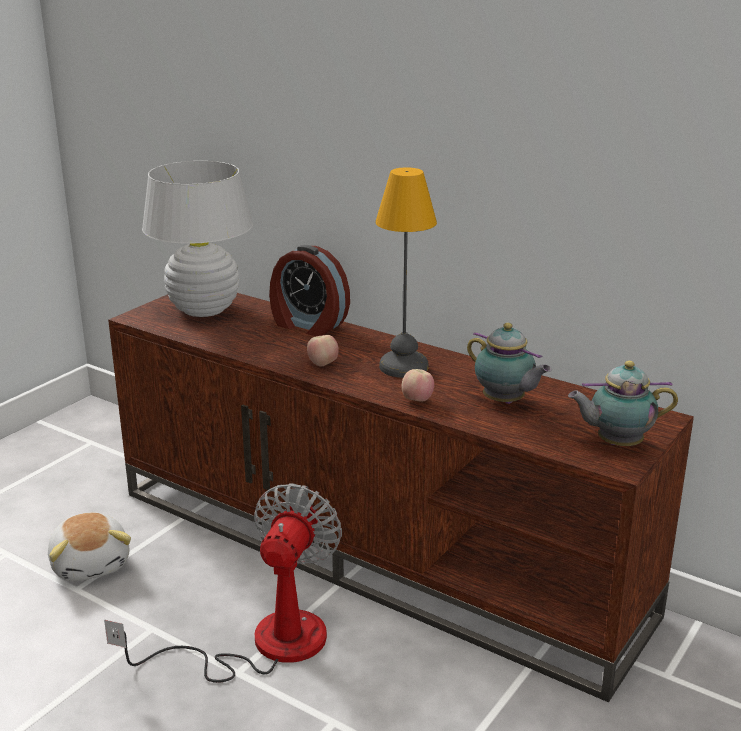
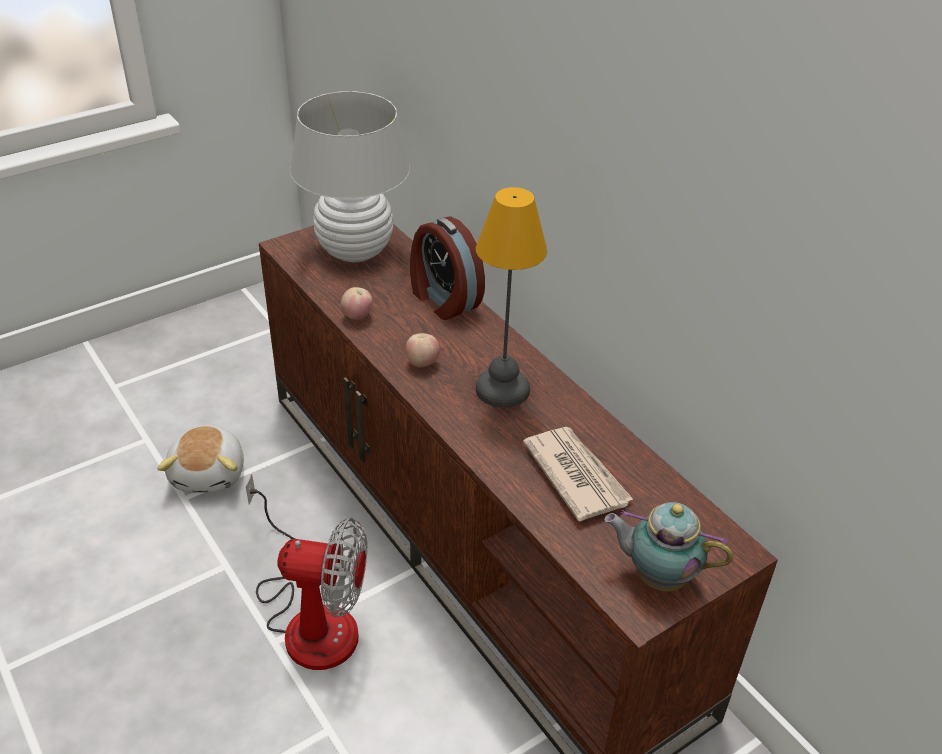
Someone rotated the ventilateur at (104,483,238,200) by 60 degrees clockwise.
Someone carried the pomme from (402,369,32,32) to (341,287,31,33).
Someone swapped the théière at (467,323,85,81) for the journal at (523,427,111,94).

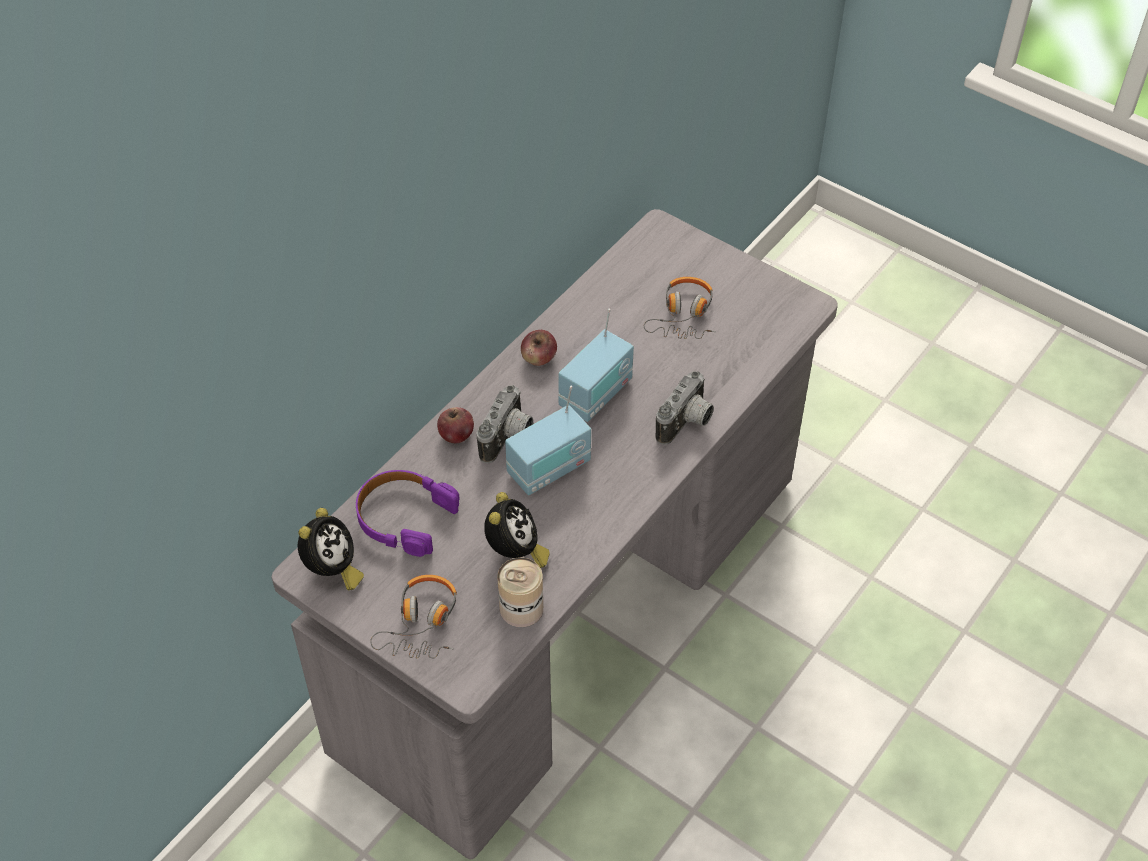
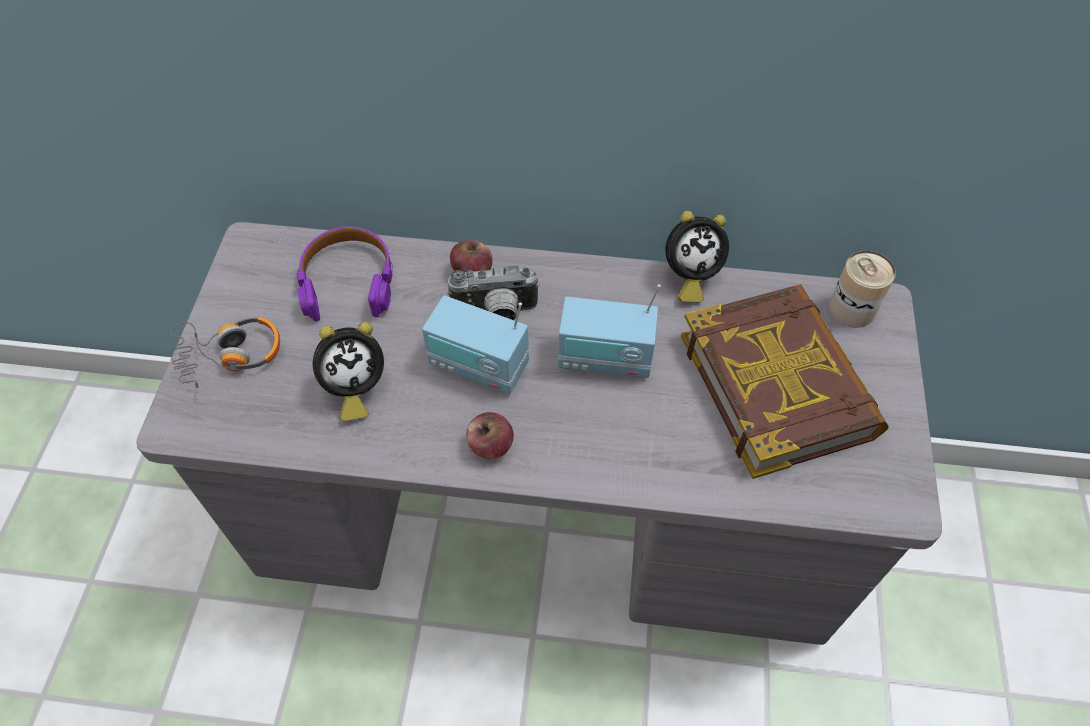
Someone carried the réveil from (298,508,66,82) to (665,211,64,91).
Someone carried the boîte métallique from (497,558,46,69) to (829,251,67,77).
Someone carried the pomme from (521,330,36,36) to (466,412,48,47).
Someone swapped the casque audio at (644,277,72,62) for the livre at (681,284,208,195).
Someone took away the appareil photo at (656,371,58,74).

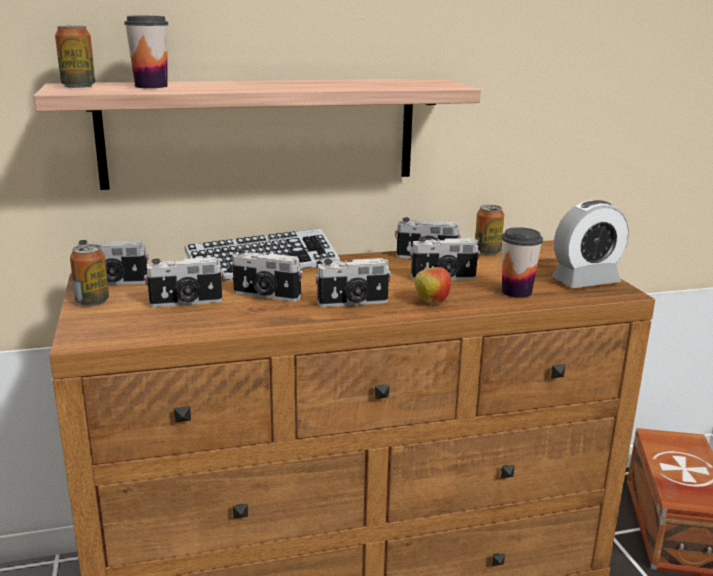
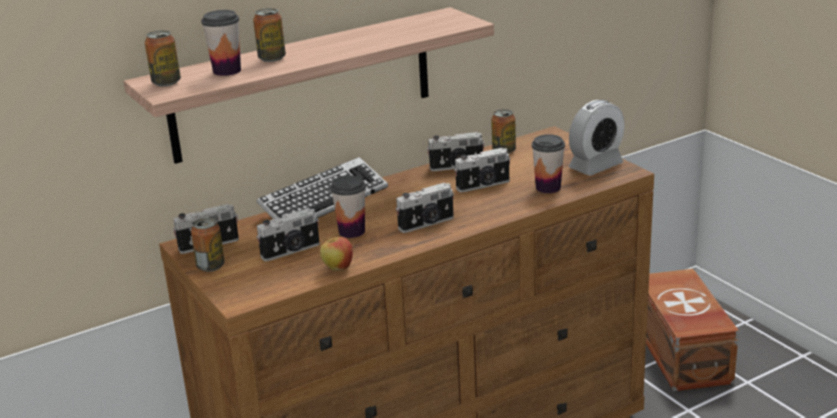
Someone swapped the appareil photo at (231,248,72,54) for the tasse at (330,175,36,63).
Someone carried the pomme from (415,264,36,40) to (320,237,33,34).
Someone put down the boîte métallique at (253,8,33,54).

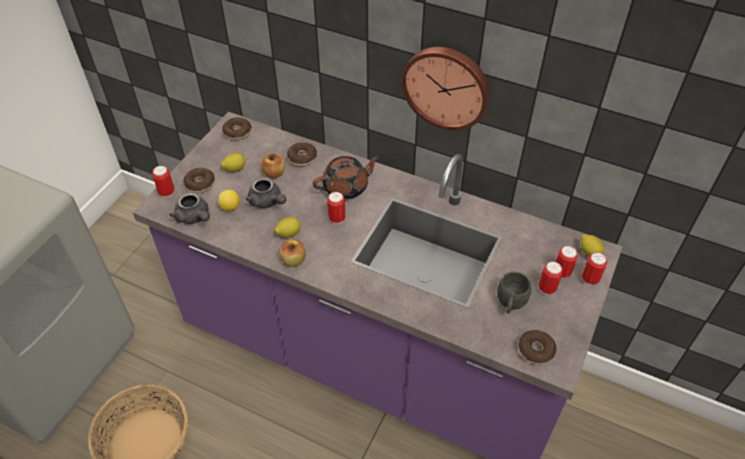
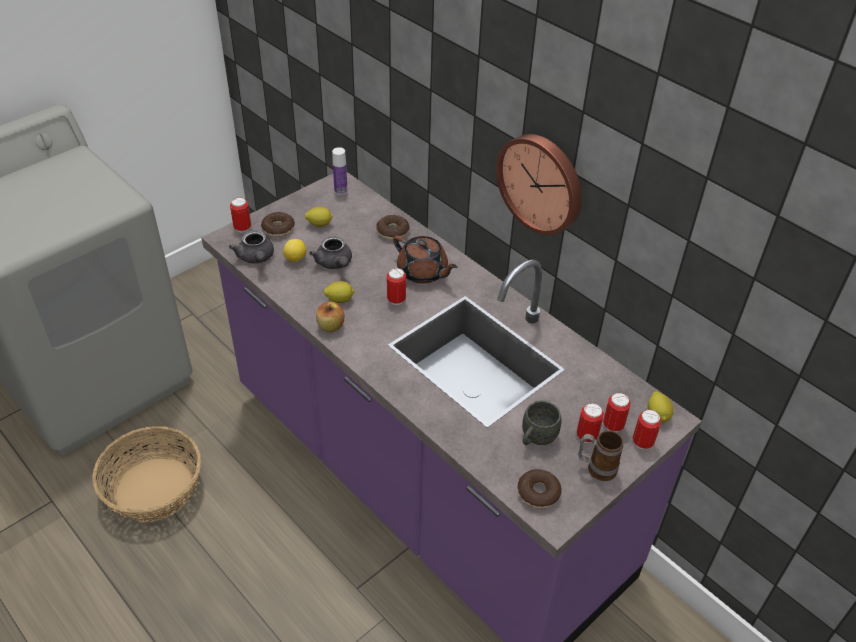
Someone swapped the beignet at (222,117,30,23) for the bouteille at (332,147,16,48).
Someone took away the pomme at (261,153,24,25).
Someone rotated the théière (marron) at (313,155,67,44) by 45 degrees clockwise.
Someone put down the mug at (578,430,46,51).

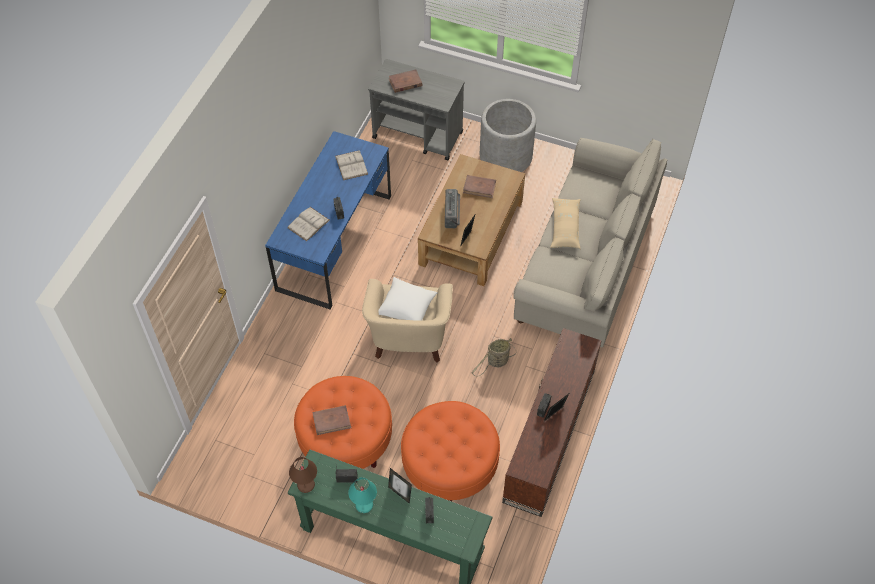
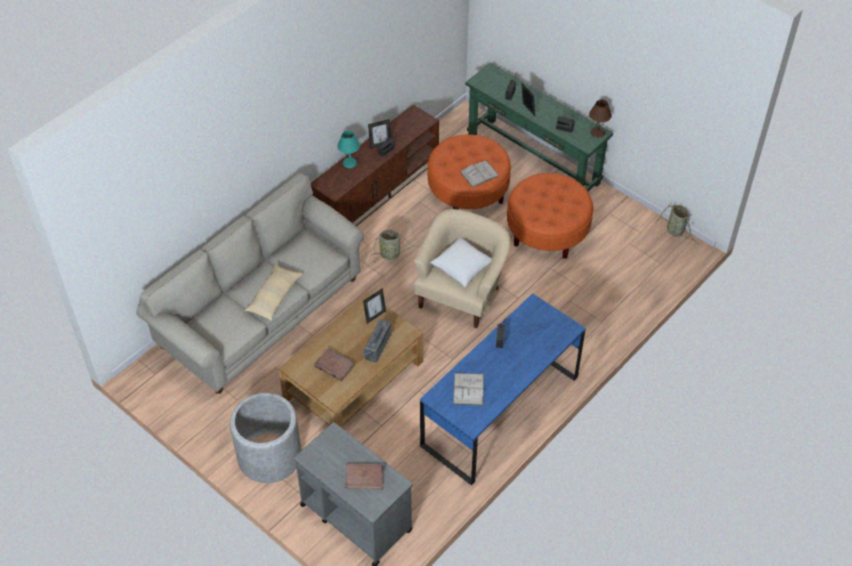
Someone carried the livre (blanc) from (287,207,43,34) to (460,161,39,27).
Someone took away the livre (marron) at (312,405,39,30).
Someone carried the lampe de table (turquoise) from (348,477,29,36) to (337,131,23,37).
Someone put down the panier at (655,205,44,39).

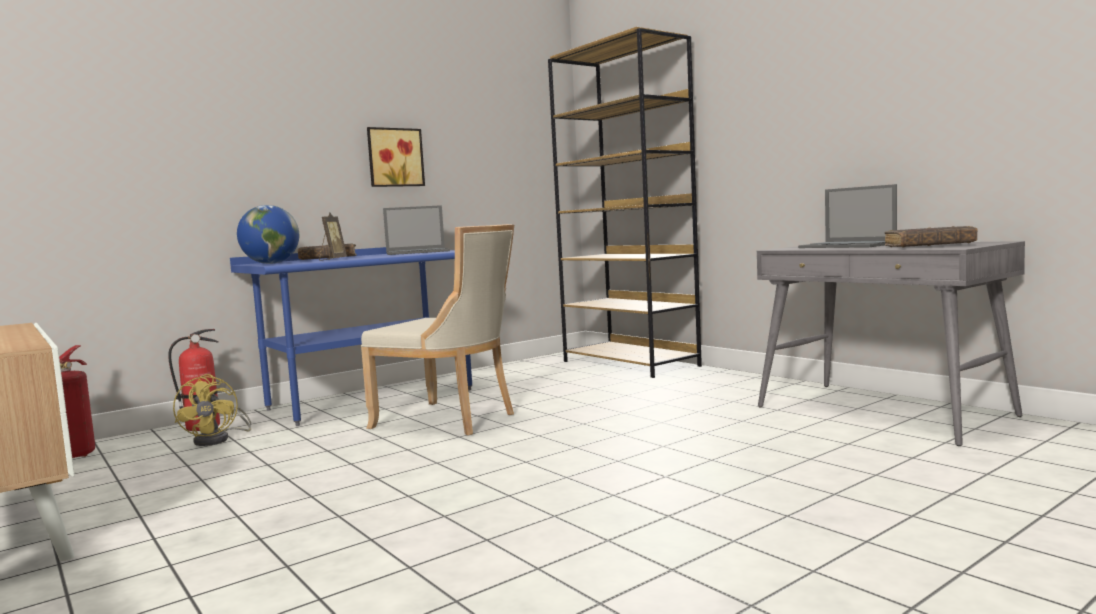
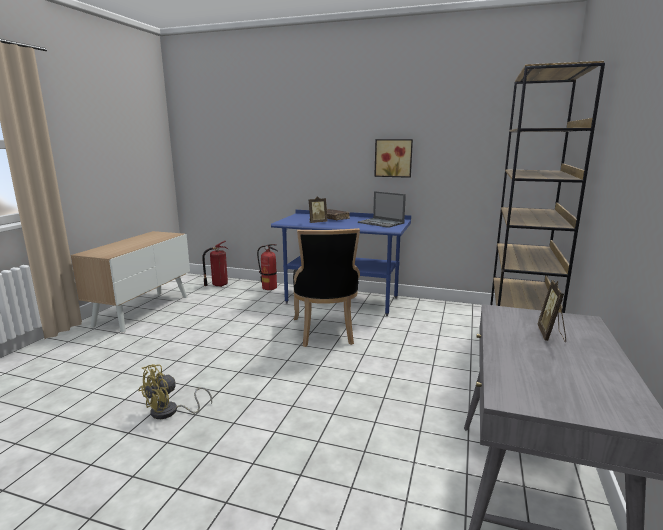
Someone carried the ventilateur (jaune) from (173,374,78,72) to (139,364,73,55).
Someone took away the globe at (237,205,62,59).
Someone repainted the chaise (beige) at (361,224,153,211), which became the chaise (noir) at (293,228,67,119).
Someone swapped the ordinateur portable at (798,184,99,64) for the cadre photo at (537,280,29,62).
Someone took away the livre (marron) at (884,226,94,21).

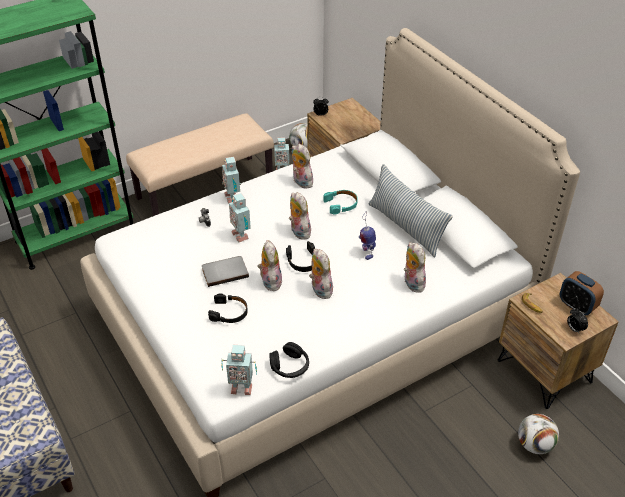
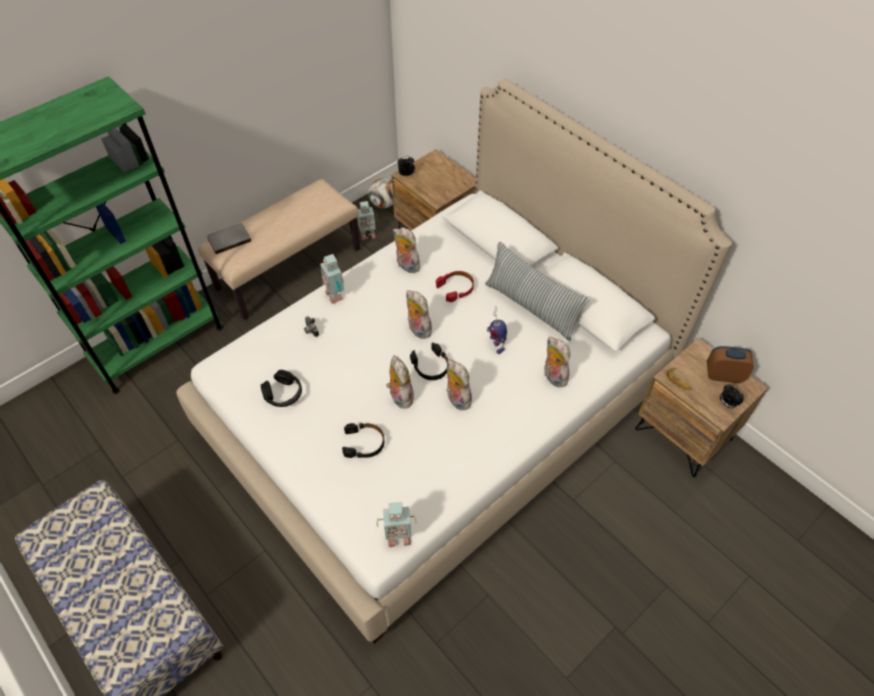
Someone carried the livre (gris) from (202,256,47,31) to (207,223,44,31).
Someone took away the robot jouet at (229,193,22,50).
Someone carried the casque audio (noir) from (269,342,40,36) to (261,370,41,37).
Someone repainted the casque audio (turquoise) at (323,190,35,25), which became the casque audio (rouge) at (436,271,38,31).
Someone took away the ballon de foot at (518,414,41,40).
Someone rotated the réveil at (560,271,44,44) by 150 degrees clockwise.

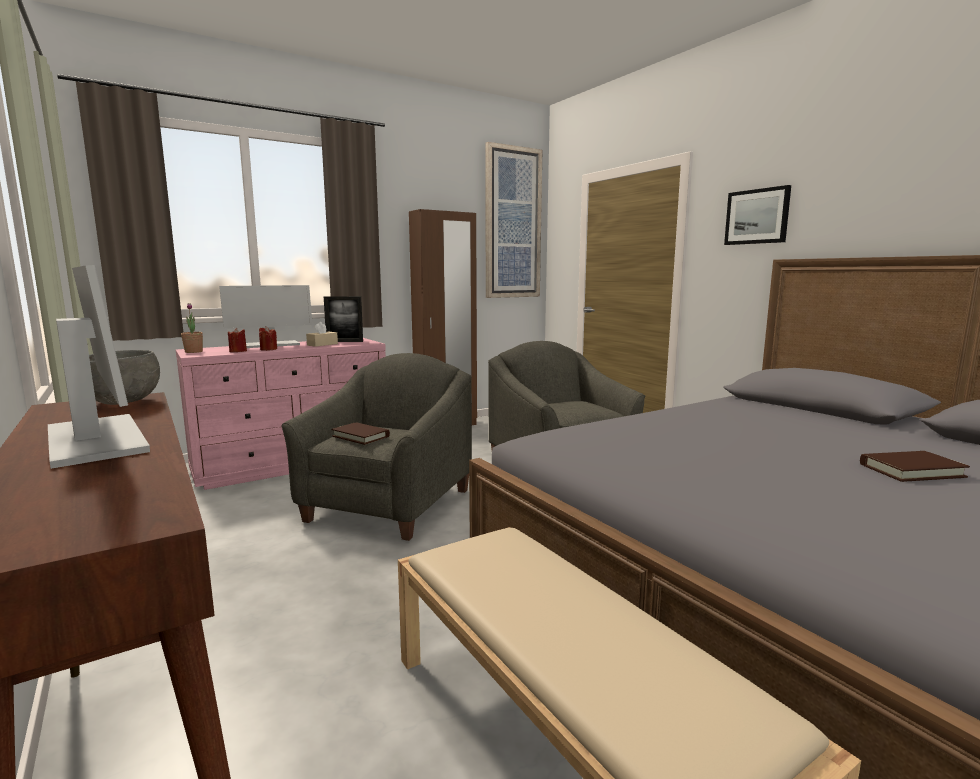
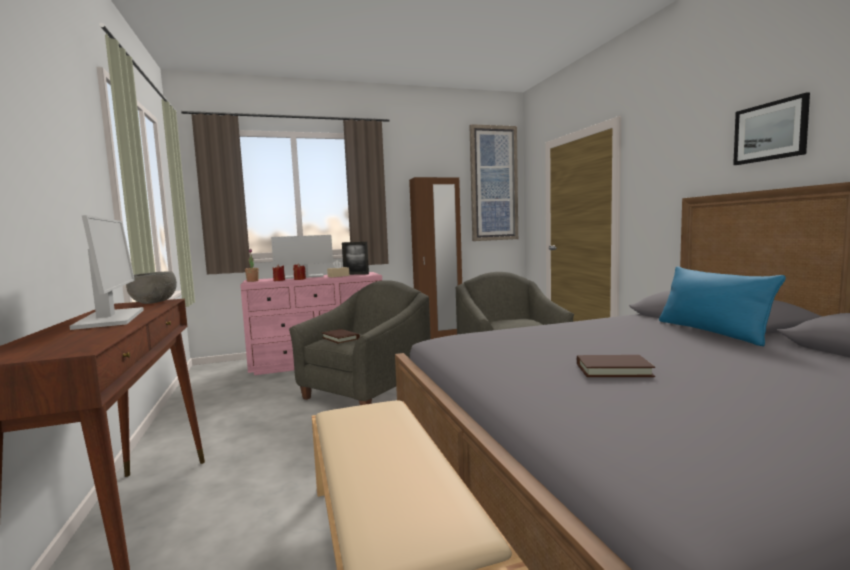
Someone carried the tableau from (724,185,67,60) to (733,92,77,73).
Someone carried the livre (marron) from (860,451,110,31) to (577,355,78,22).
Someone put down the coussin (bleu) at (659,266,127,80).

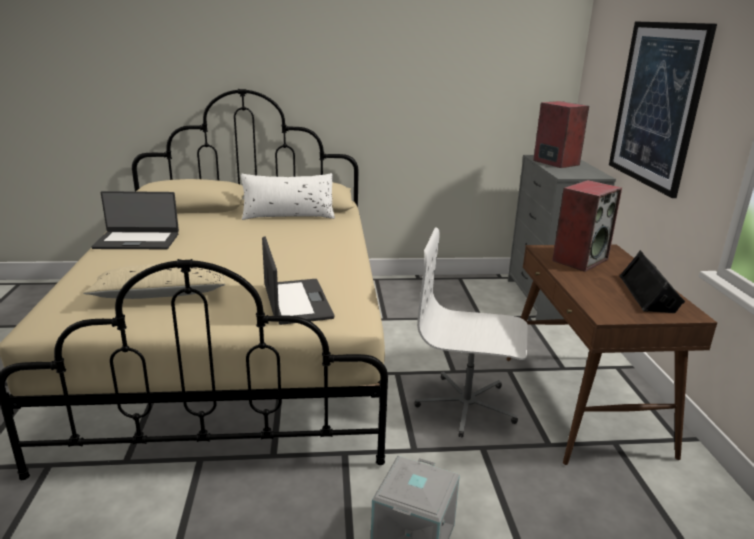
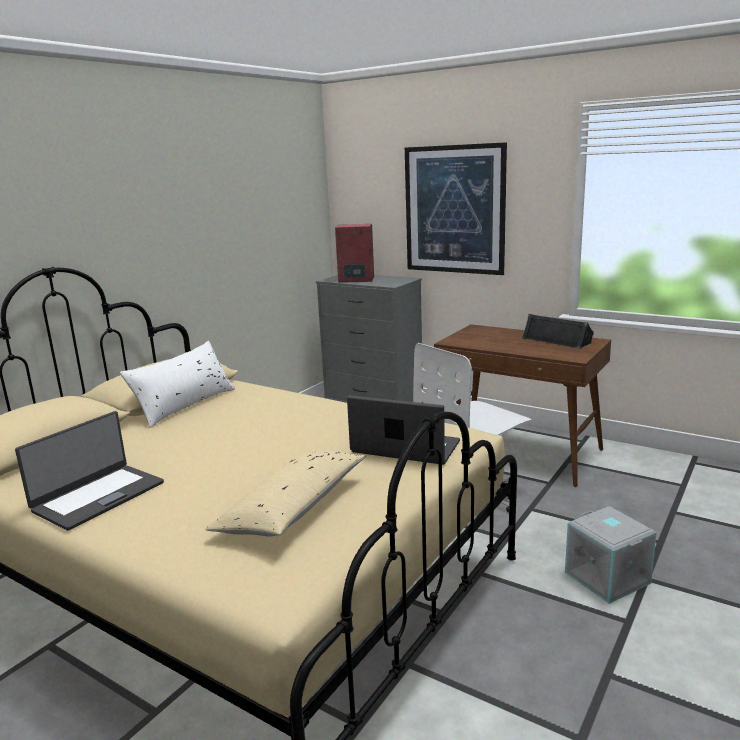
Someone took away the enceinte at (552,180,70,92).

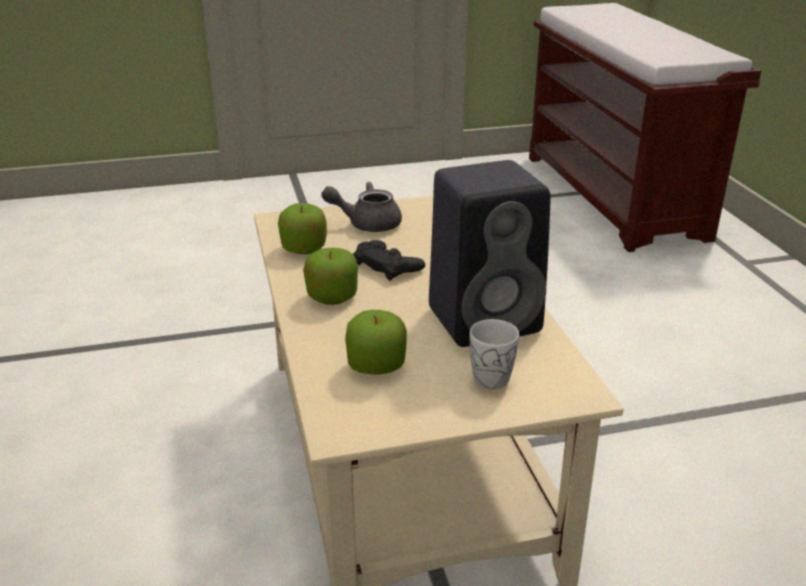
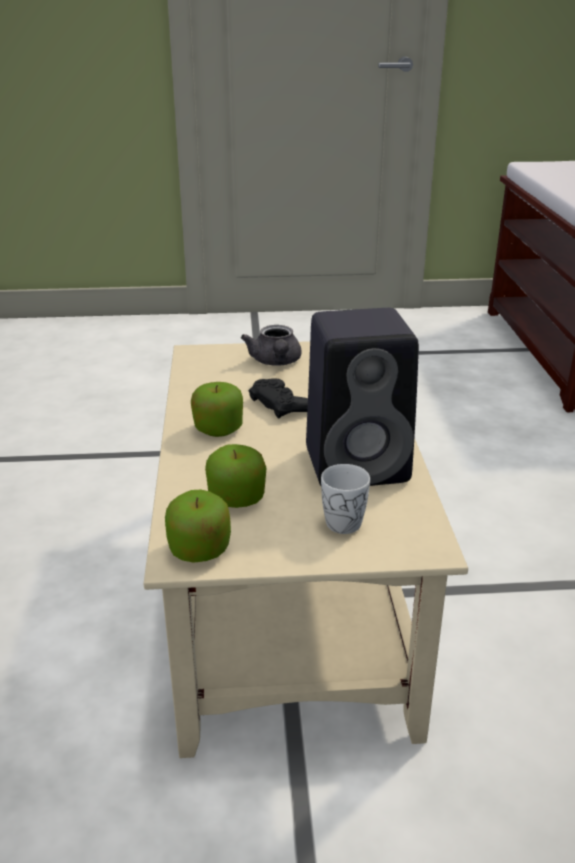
Someone carried the pomme from (278,203,49,51) to (165,489,66,74).
Someone rotated the théière (gris) at (321,182,81,50) by 105 degrees counterclockwise.

